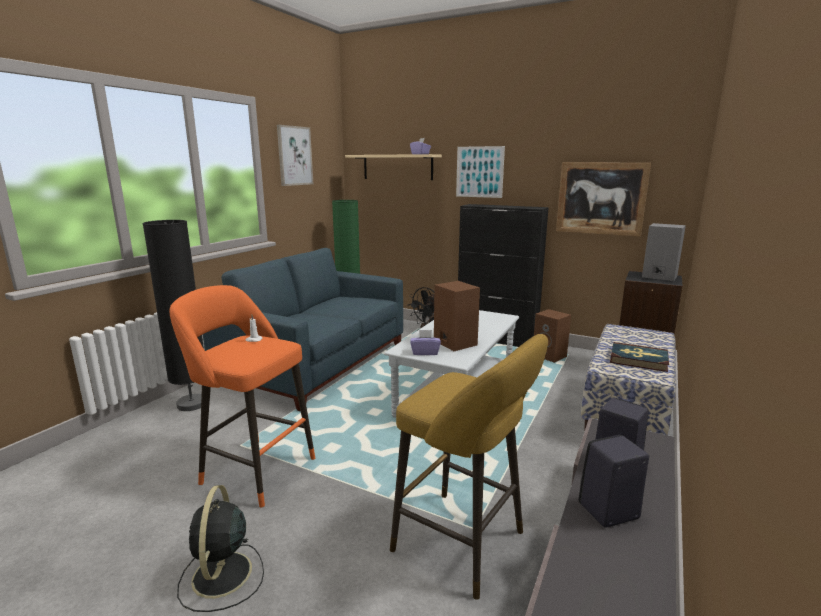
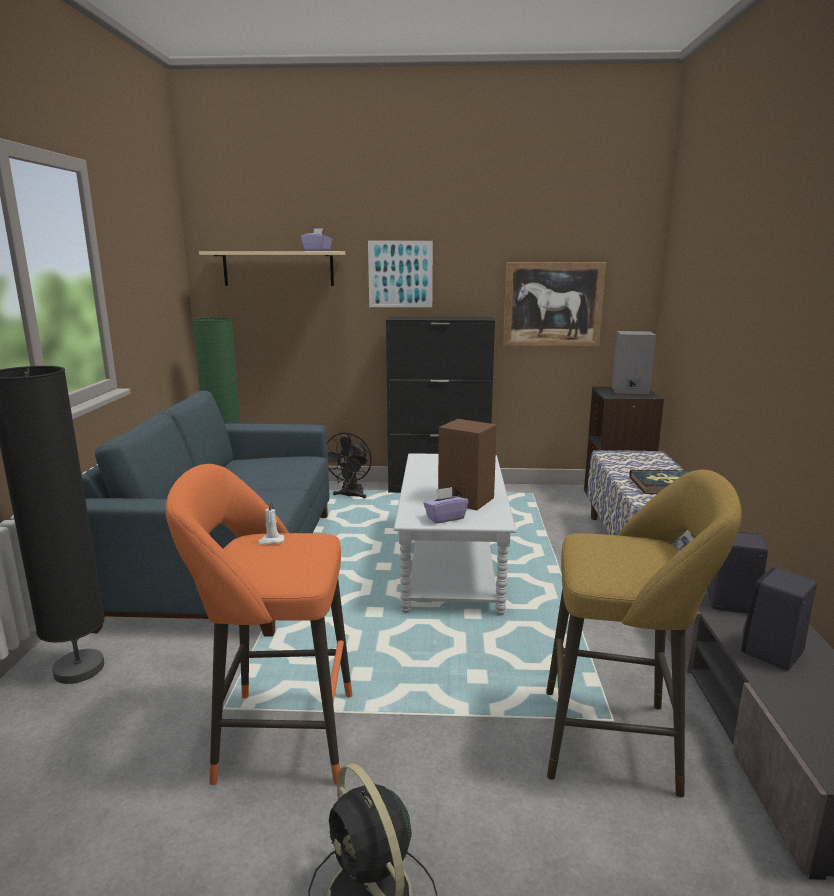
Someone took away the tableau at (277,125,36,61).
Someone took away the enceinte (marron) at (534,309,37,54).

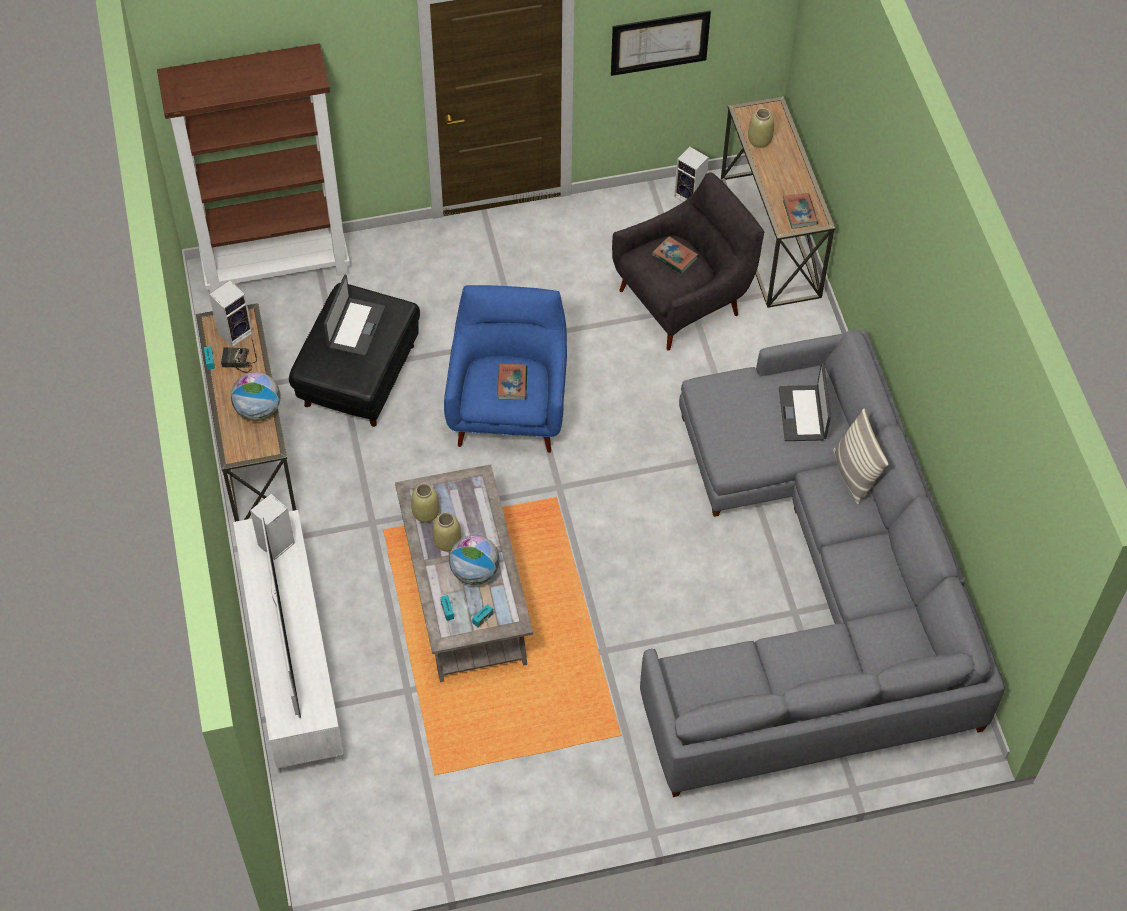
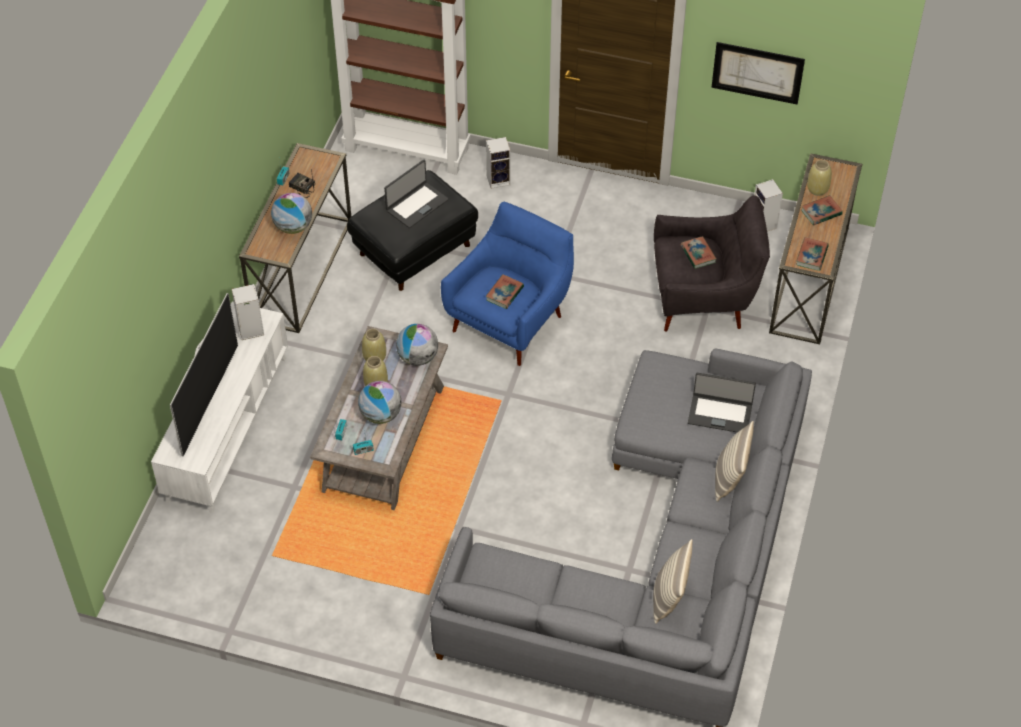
Someone carried the enceinte from (209,281,44,66) to (486,137,24,52).
Someone rotated the ordinateur portable at (779,363,52,78) by 105 degrees counterclockwise.
Someone put down the globe at (396,324,42,42).
Someone put down the coussin at (653,539,40,85).
Someone put down the livre at (801,195,42,30).

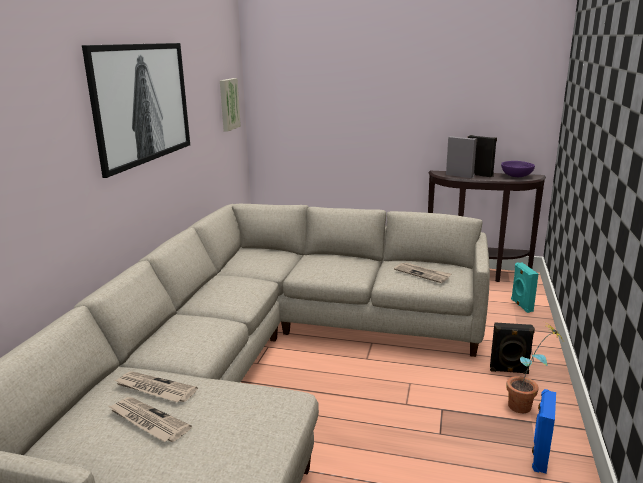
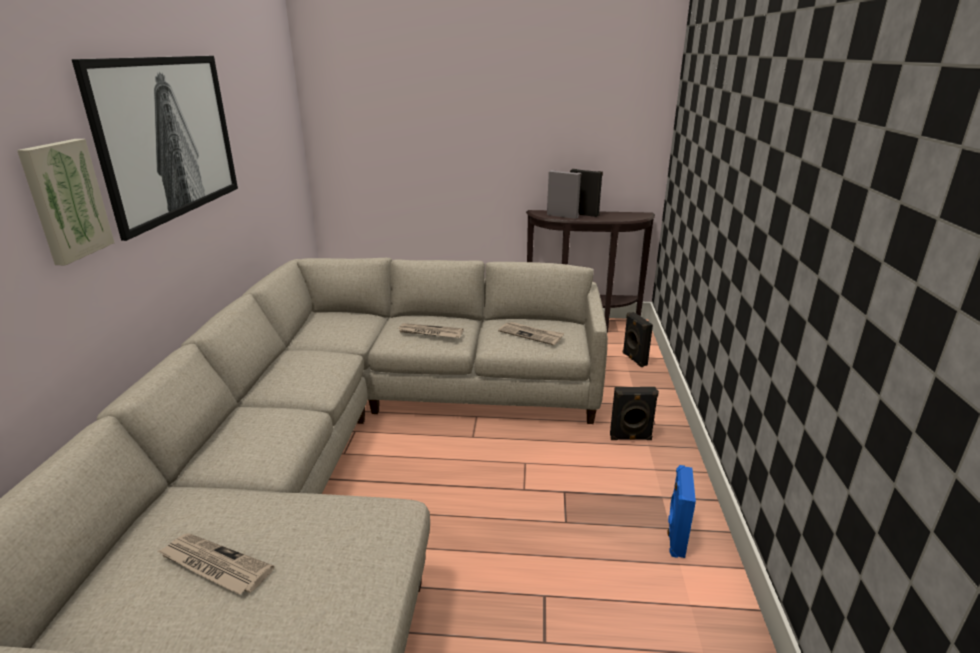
Someone carried the journal from (114,371,84,31) to (398,323,66,15).
Someone carried the tableau from (220,78,21,54) to (17,139,97,126).
Someone took away the bol (violet) at (501,161,34,16).
Someone took away the plante en pot at (506,323,57,90).
Someone repainted the enceinte (turquoise) at (511,262,27,51), which became the enceinte (noir) at (623,312,30,55).

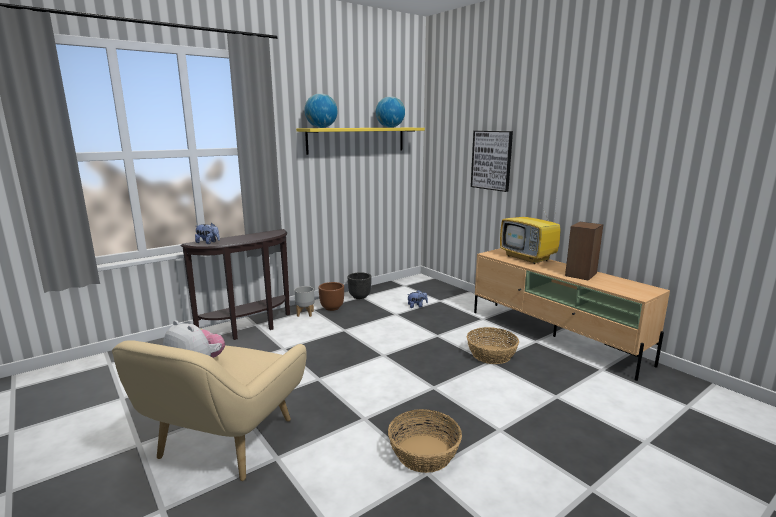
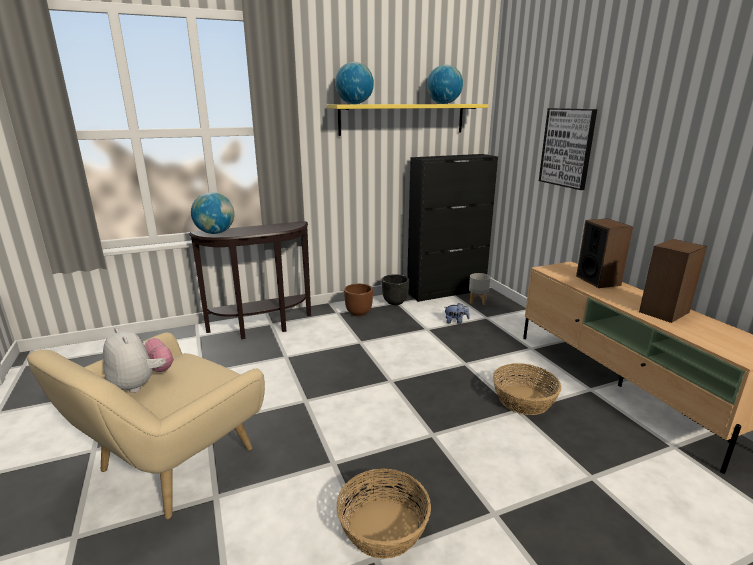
Someone swapped the peluche at (195,223,25,21) for the globe at (191,192,43,42).
Someone carried the cache-pot (gris) from (294,286,20,31) to (469,273,21,32).
Someone swapped the téléviseur at (500,200,61,64) for the enceinte at (576,218,57,70).
Someone put down the meuble de rangement (noir) at (407,154,91,148).

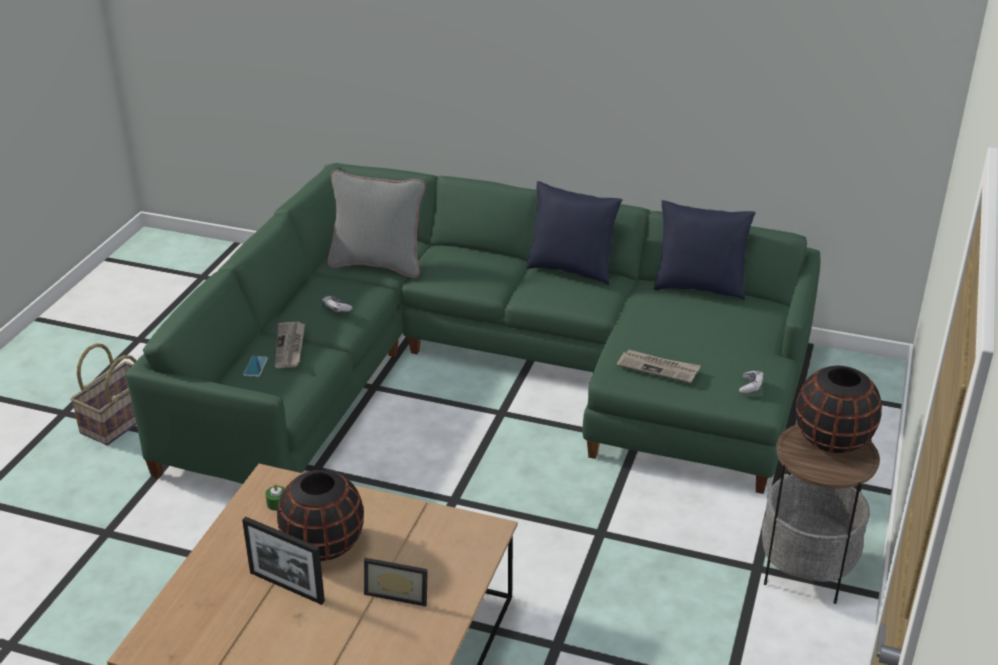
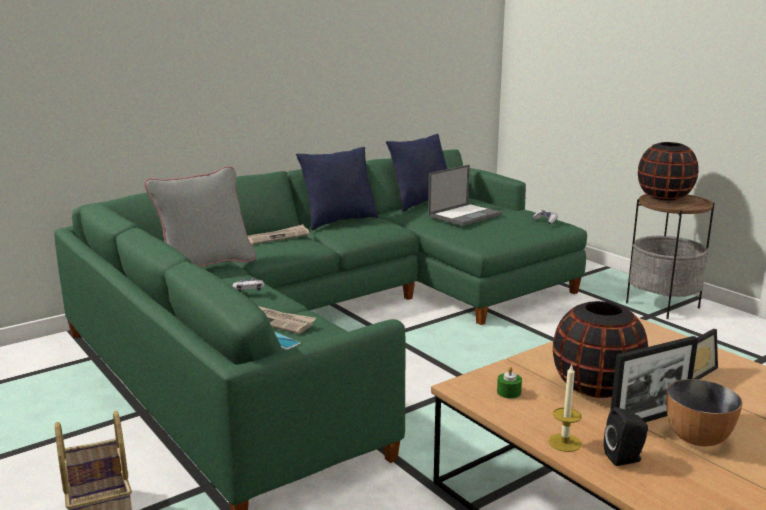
Someone carried the journal from (617,350,84,34) to (248,224,62,21).
Someone put down the ordinateur portable at (428,165,74,61).
Someone put down the bougie at (548,364,34,88).
Someone put down the enceinte (noir) at (604,407,44,59).
Someone put down the bol at (666,379,77,68).

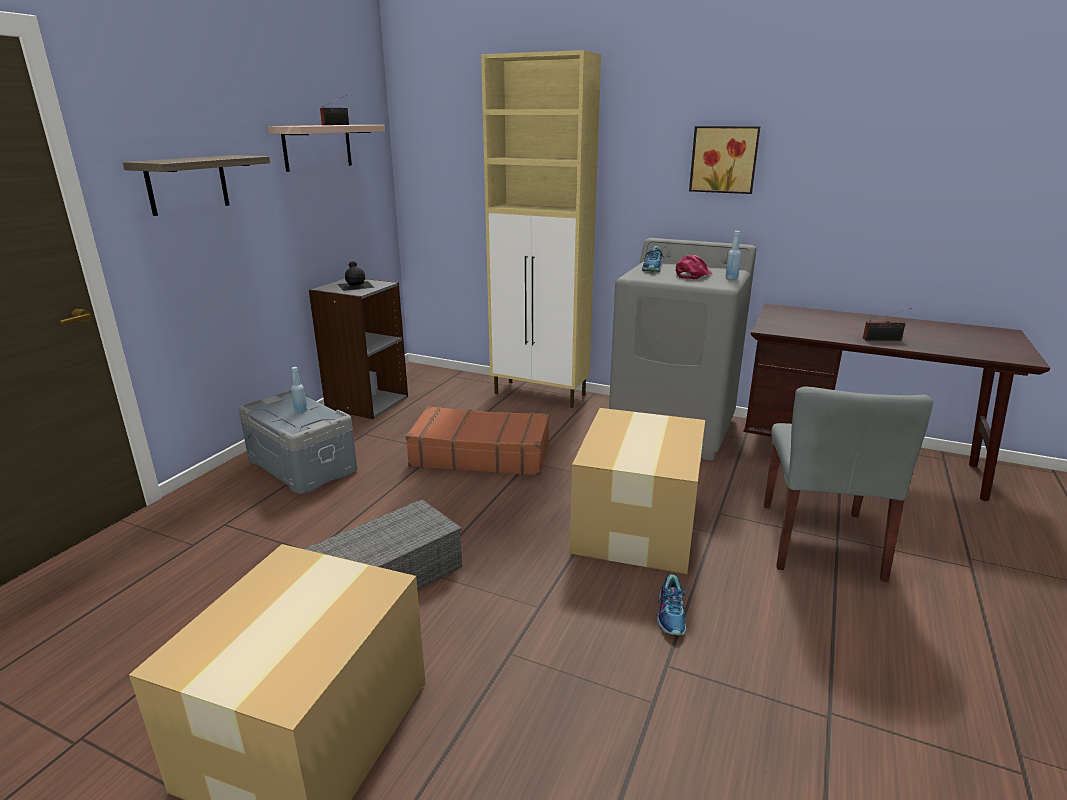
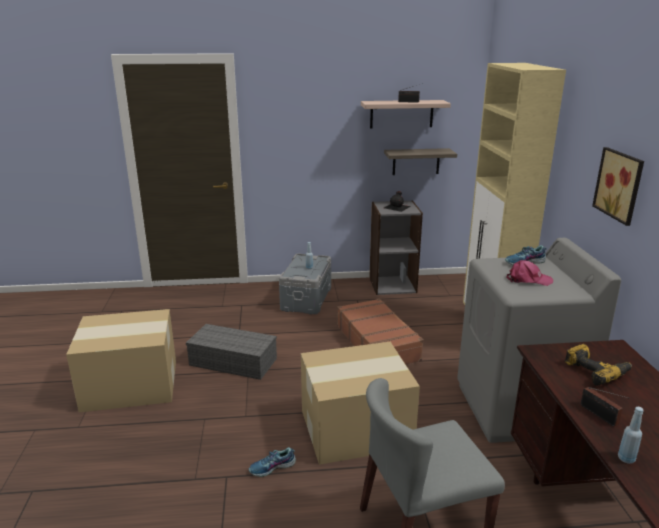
Someone carried the étagère from (123,155,147,61) to (384,148,73,27).
Someone carried the bouteille (bleu) from (725,231,16,49) to (618,407,26,57).
Someone put down the perceuse at (565,344,67,42).

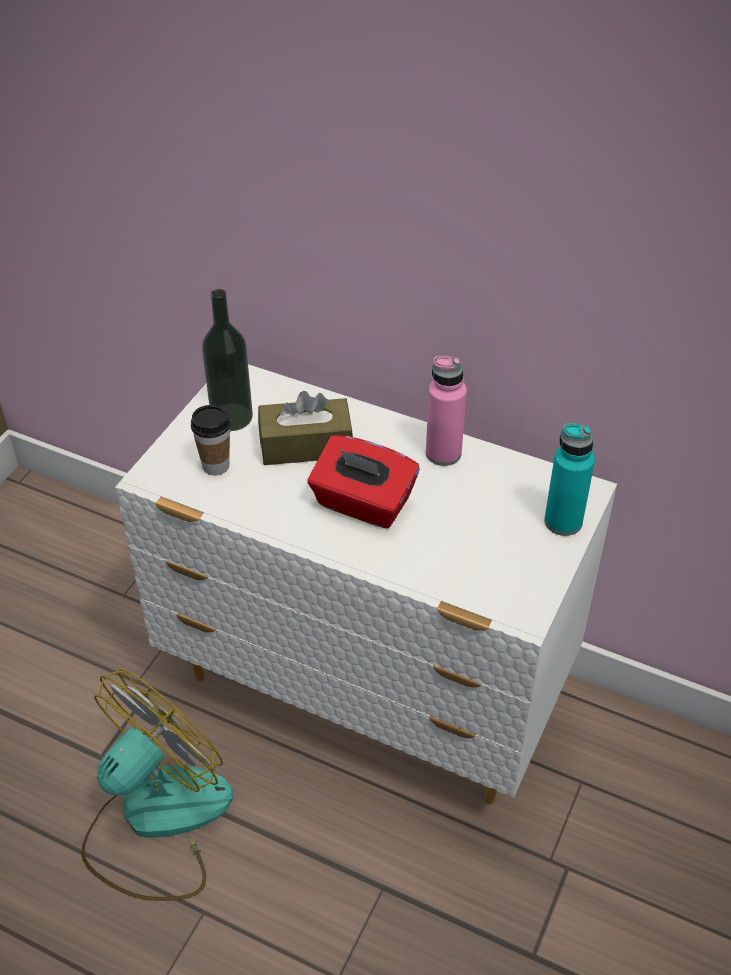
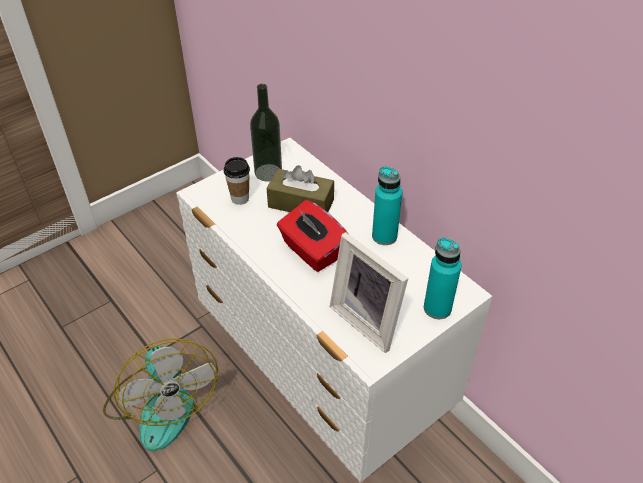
Someone rotated the ventilateur at (81,669,152,232) by 90 degrees clockwise.
Someone repainted the bouteille (rose) at (426,356,41,110), which became the bouteille (turquoise) at (372,166,30,79).
Someone put down the cadre photo at (330,232,78,121).

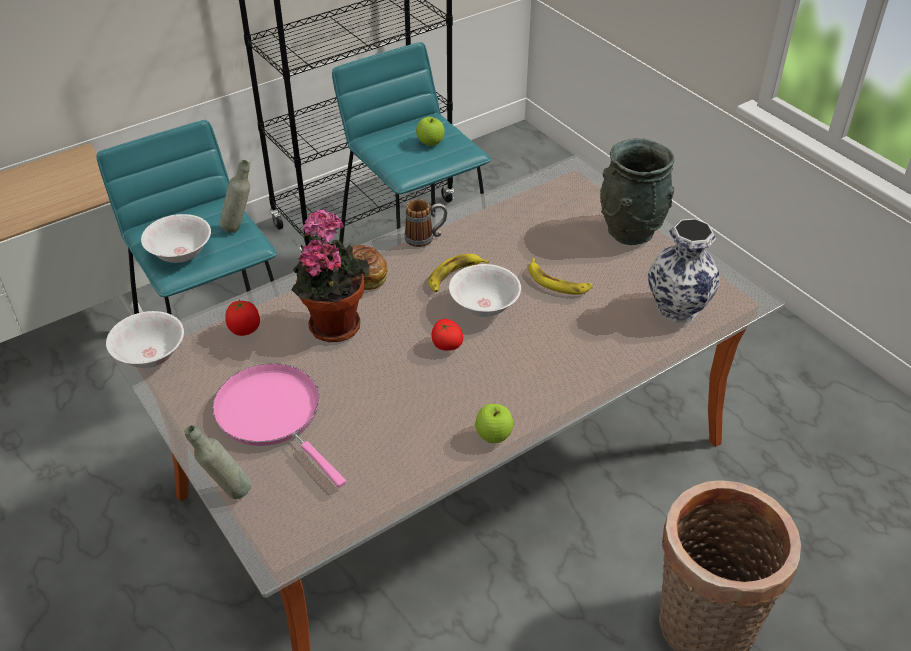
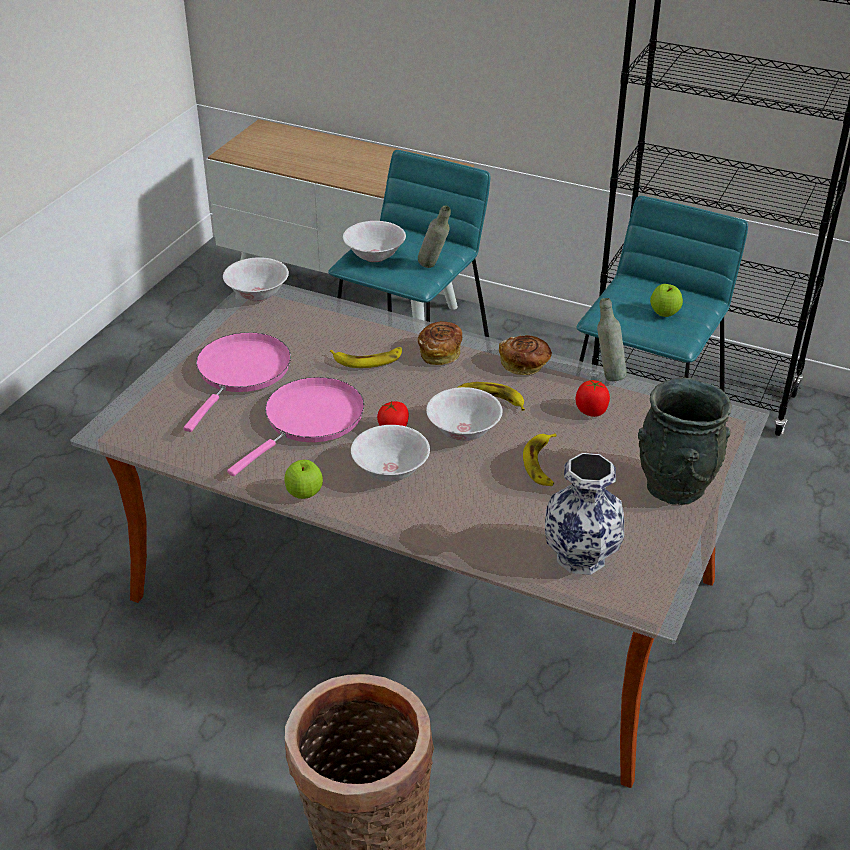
Someone carried the bouteille (gris) from (184,425,67,74) to (597,298,30,83).
Someone carried the tomate from (225,299,35,37) to (576,380,34,37).
Someone swapped the plante en pot at (292,209,78,133) for the banane at (330,347,72,21).
Someone swapped the mug at (404,199,43,48) for the pain at (499,335,53,40).
Someone put down the poêle (rose) at (227,377,138,99).
Someone put down the bol (blanc) at (351,425,79,56).

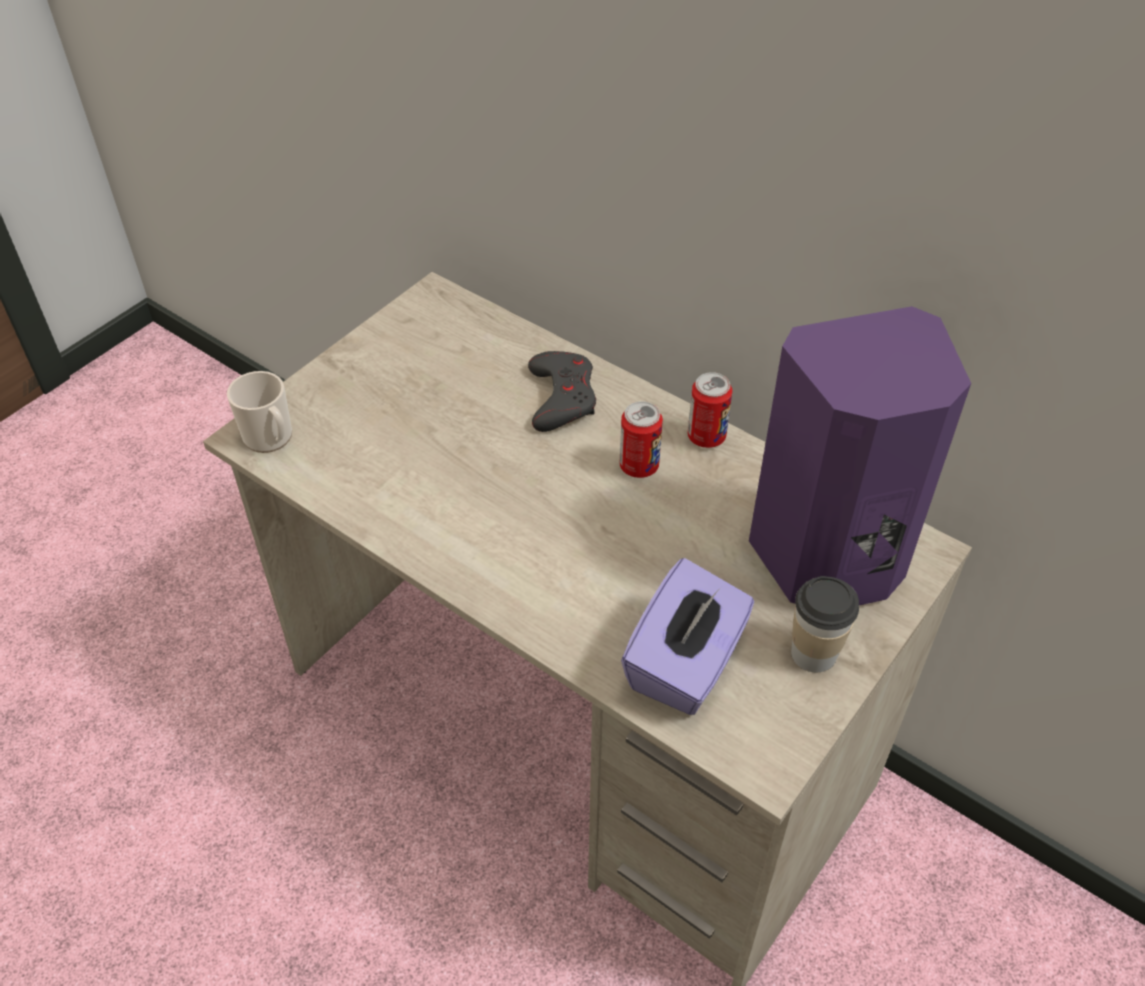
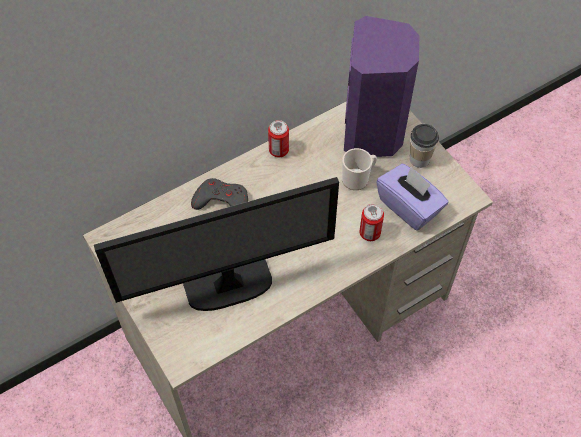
Someone carried the mug from (227,371,65,82) to (342,148,35,42).
Someone carried the boîte métallique from (620,401,43,77) to (360,204,24,37).
Someone put down the écran d'ordinateur at (94,177,245,134).

